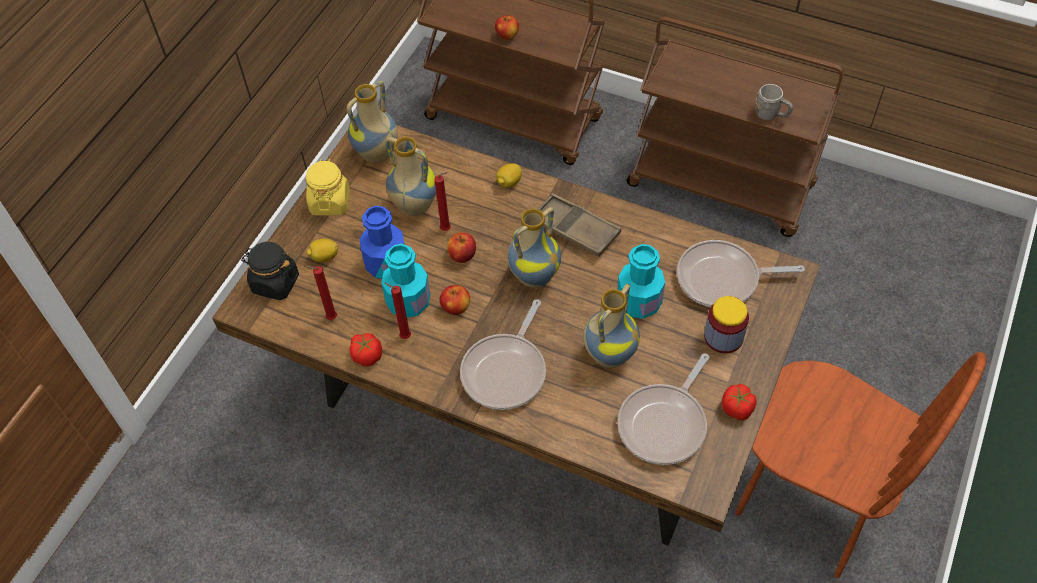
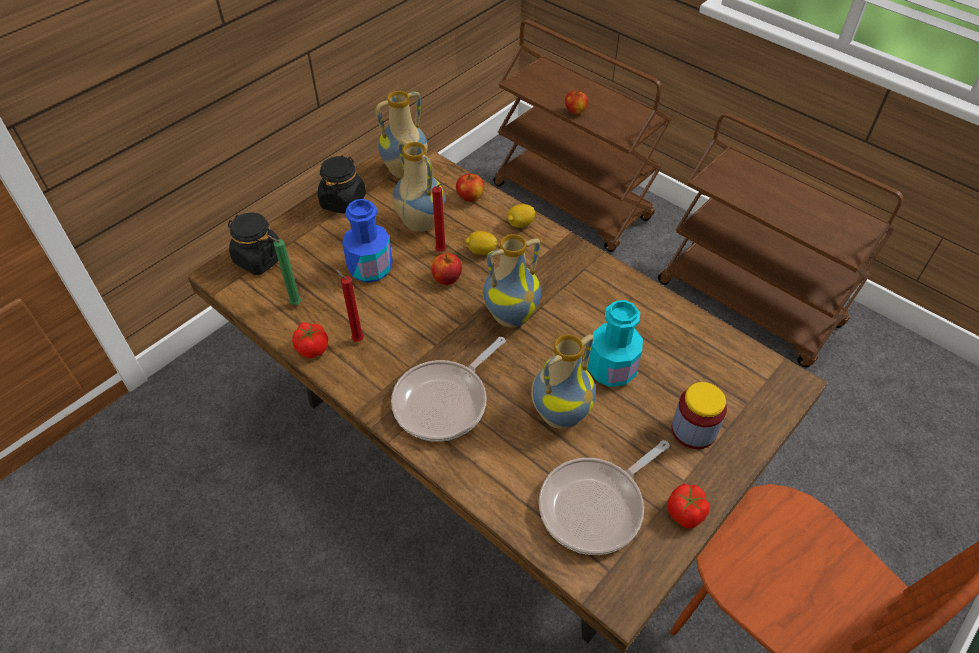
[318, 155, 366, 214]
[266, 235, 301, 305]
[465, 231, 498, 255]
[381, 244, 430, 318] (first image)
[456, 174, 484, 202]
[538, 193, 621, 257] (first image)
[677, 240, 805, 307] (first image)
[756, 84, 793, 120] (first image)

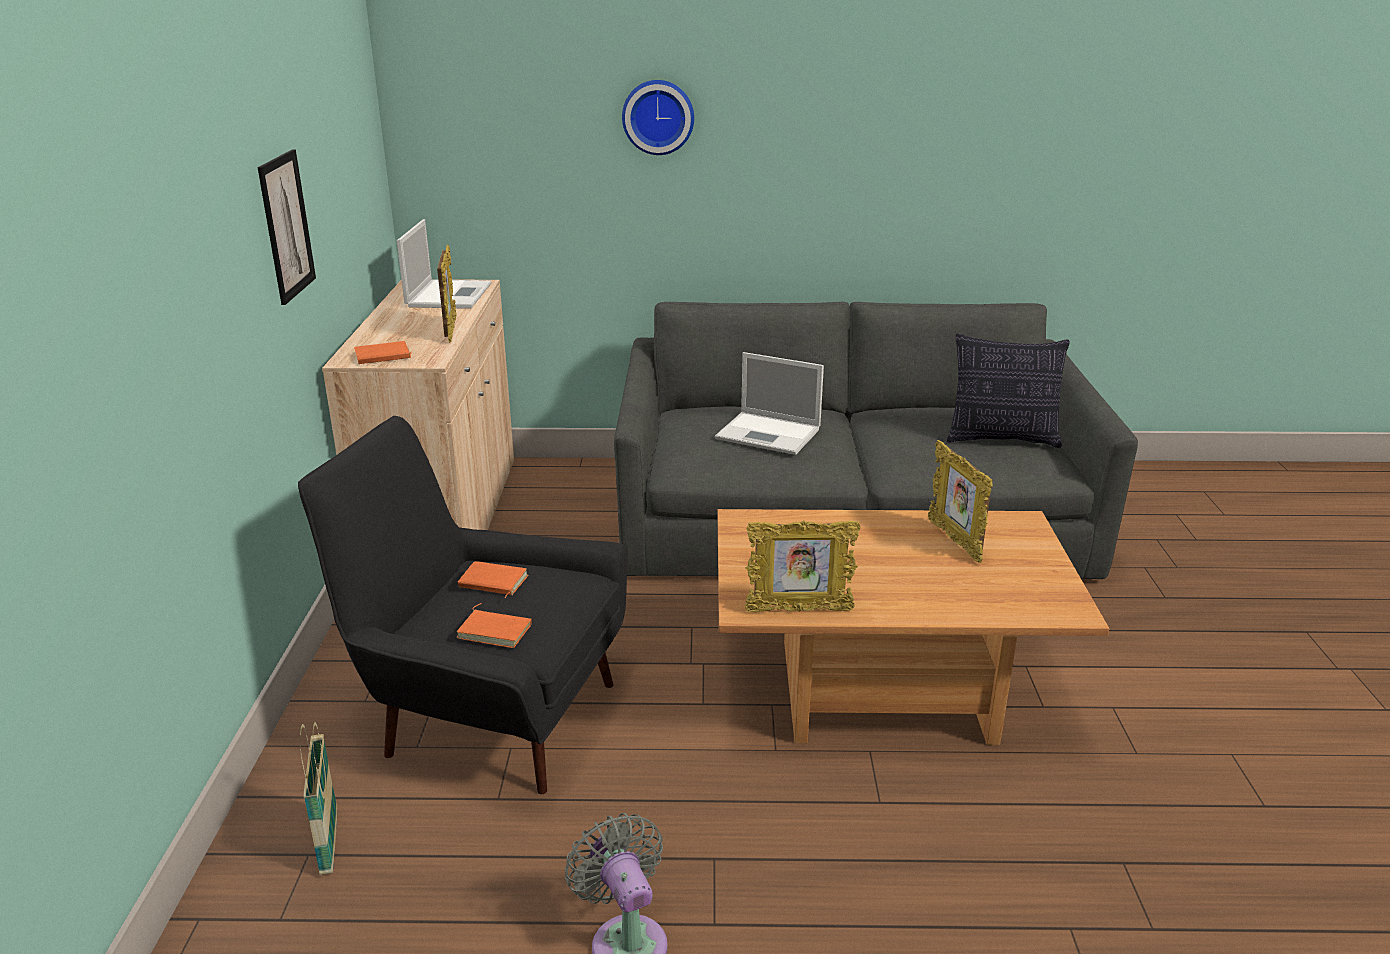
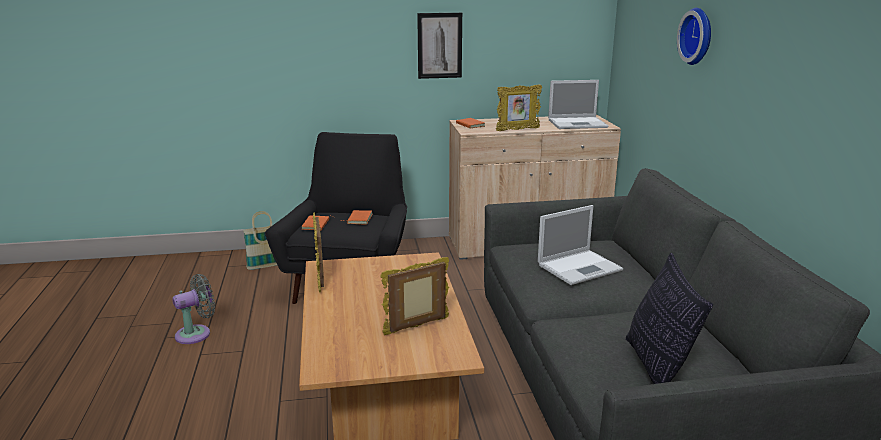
[538, 205, 623, 285]

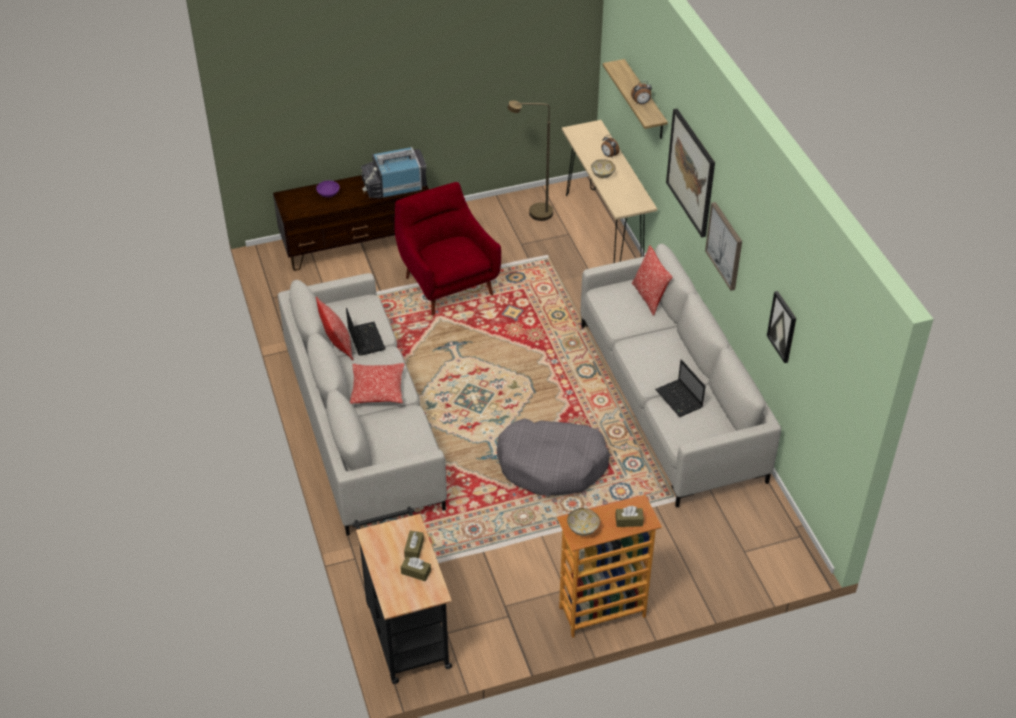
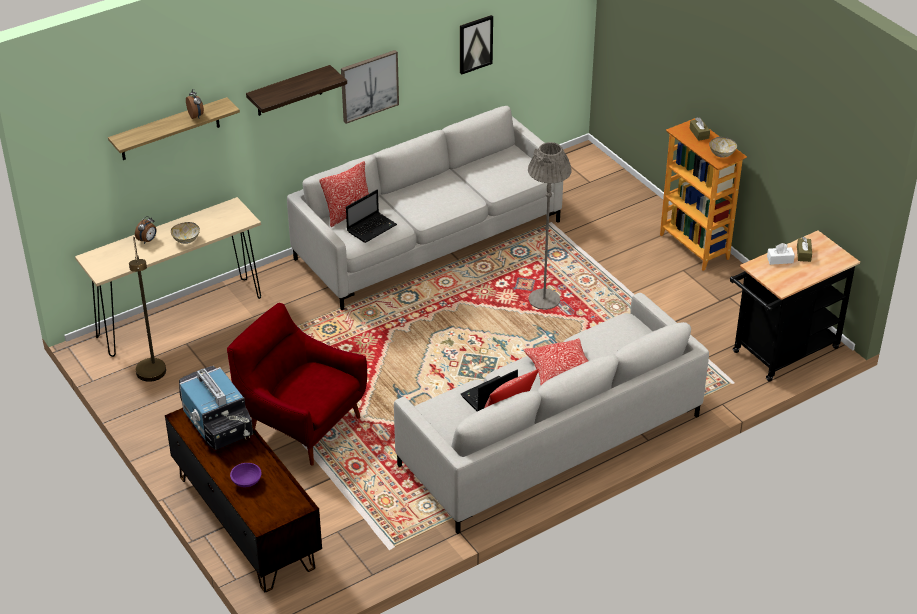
[227, 303, 367, 466]
[767, 243, 795, 265]
[528, 142, 572, 310]
[346, 190, 397, 243]
[246, 65, 347, 116]

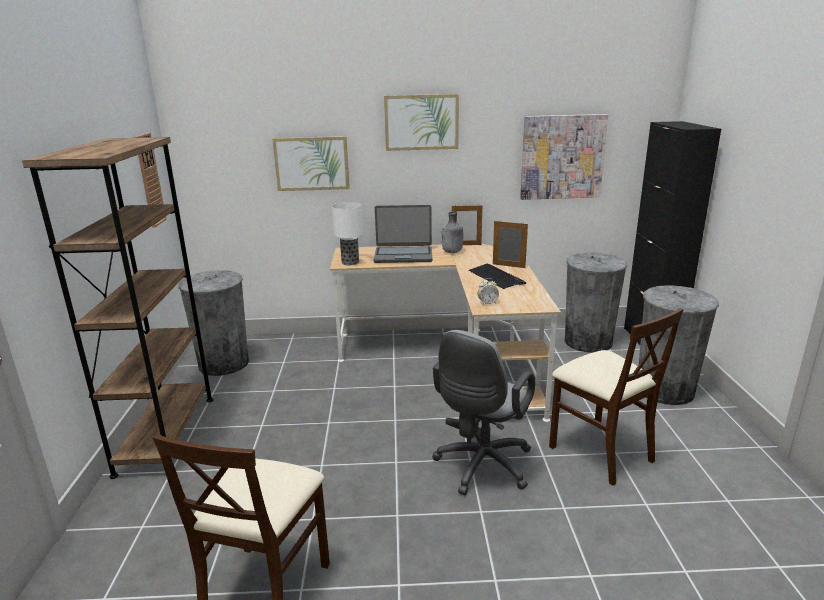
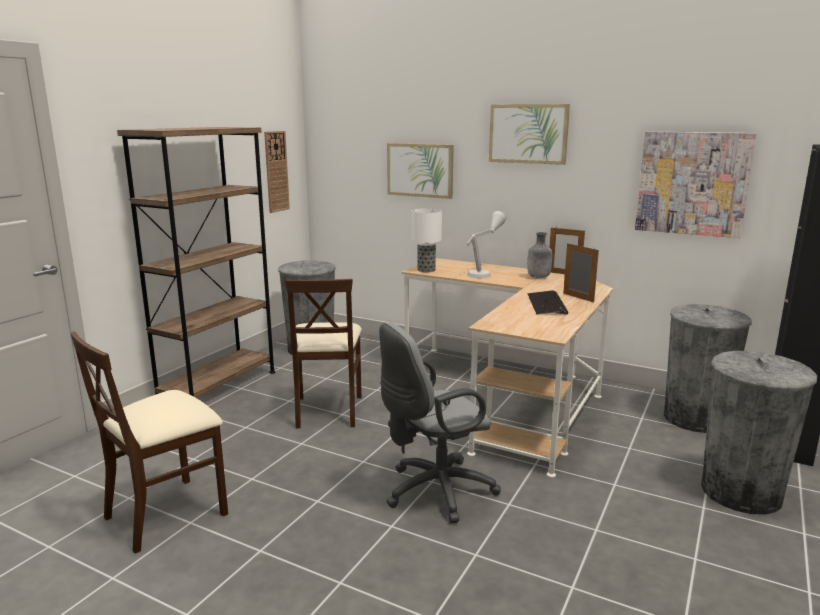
[467, 211, 506, 278]
[478, 278, 499, 304] (first image)
[285, 279, 362, 429]

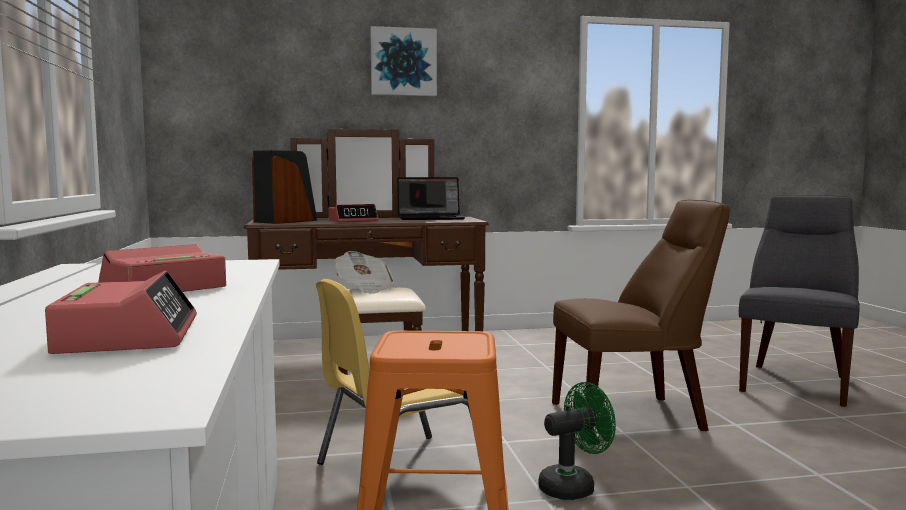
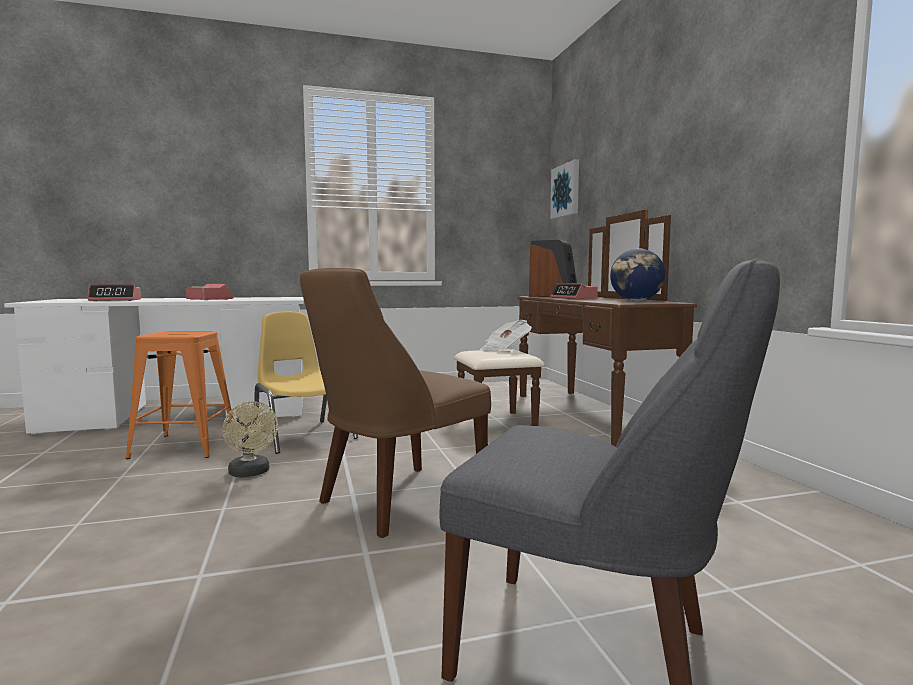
[550, 159, 579, 219]
[610, 249, 665, 301]
[222, 401, 278, 477]
[300, 268, 491, 538]

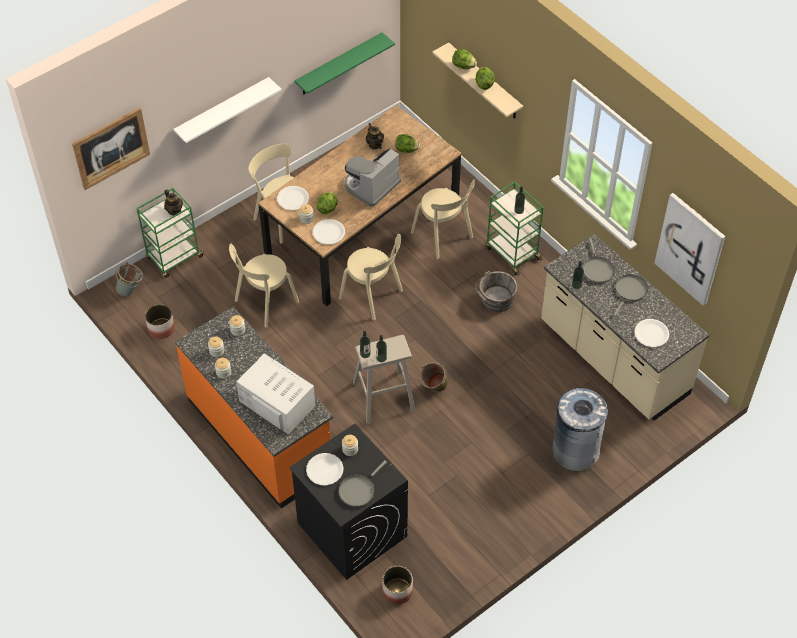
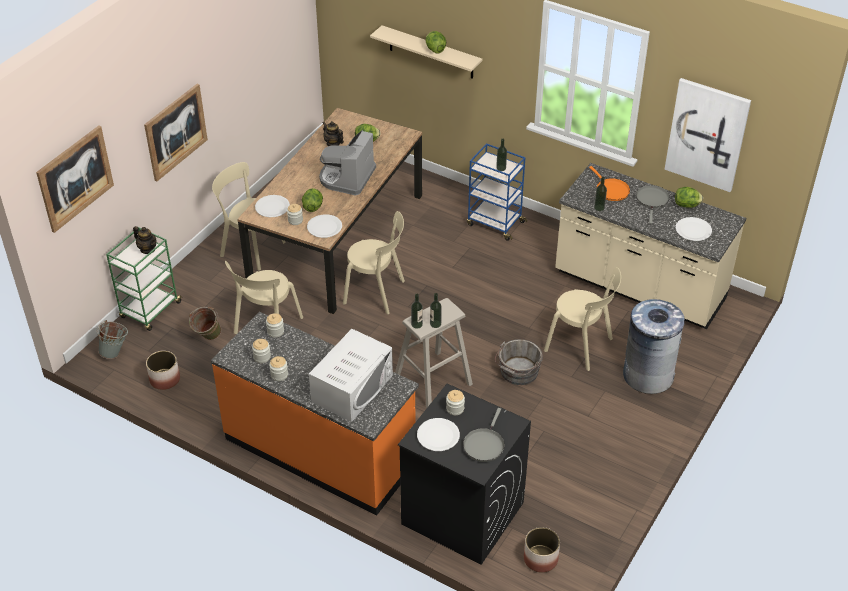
[144, 84, 208, 182]
[309, 329, 393, 422]
[295, 32, 395, 94] (first image)
[544, 267, 621, 371]
[189, 307, 221, 340]
[675, 187, 703, 208]
[495, 339, 543, 385]
[467, 143, 527, 241]
[589, 166, 630, 201]

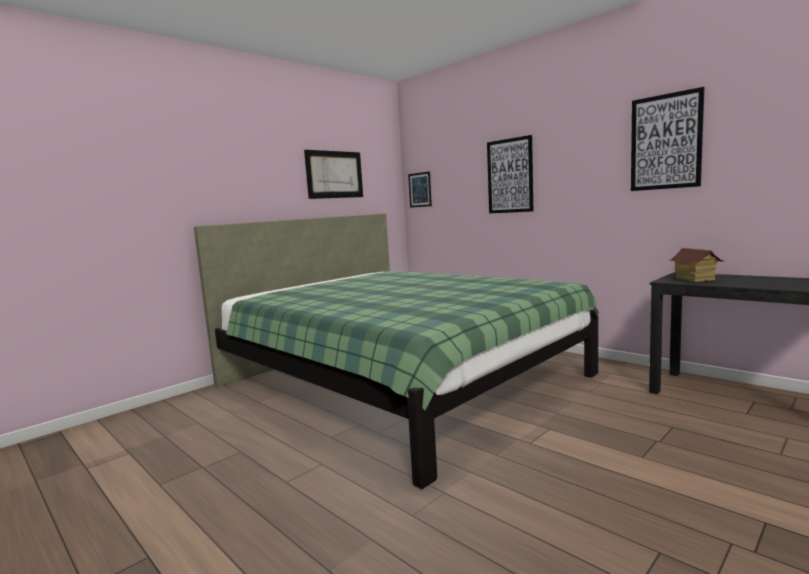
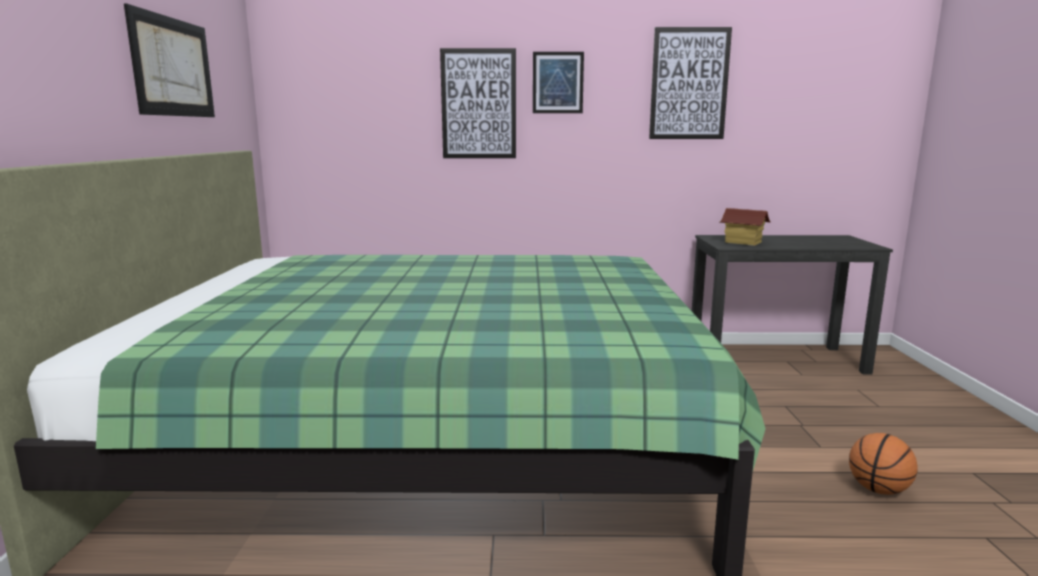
[533, 52, 584, 113]
[849, 433, 918, 495]

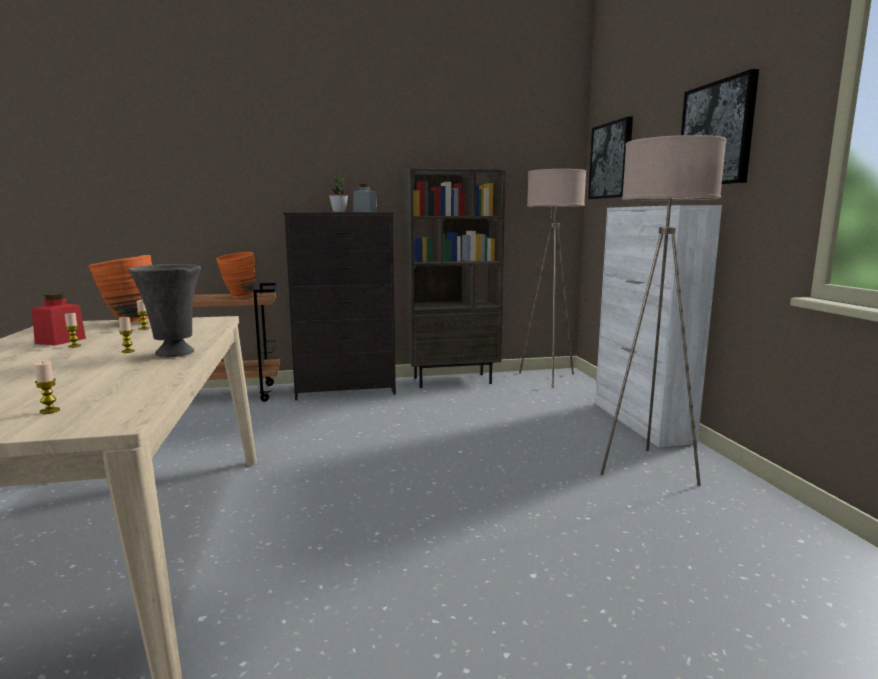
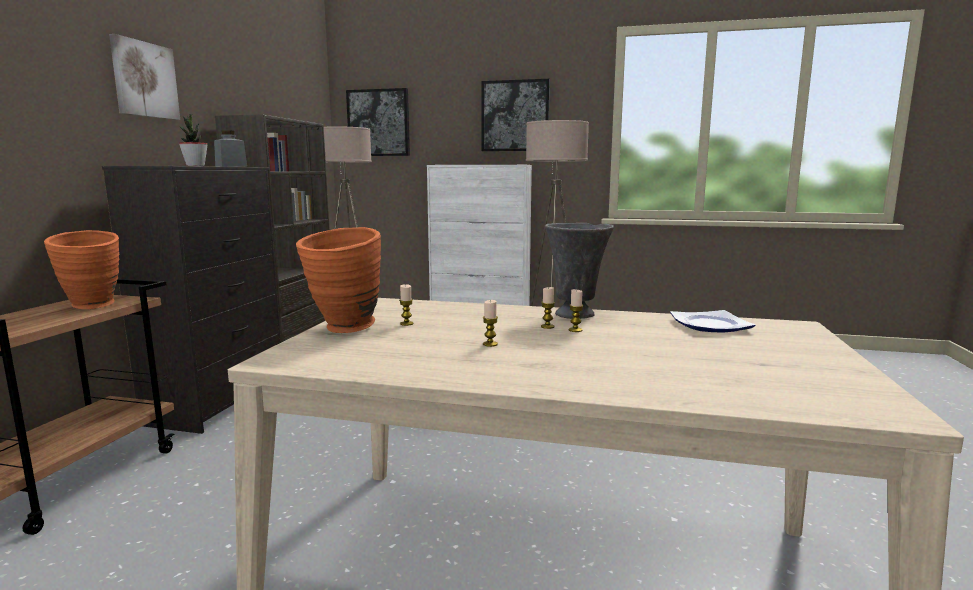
[32, 293, 86, 346] (first image)
[569, 289, 583, 332]
[109, 34, 180, 120]
[670, 310, 756, 333]

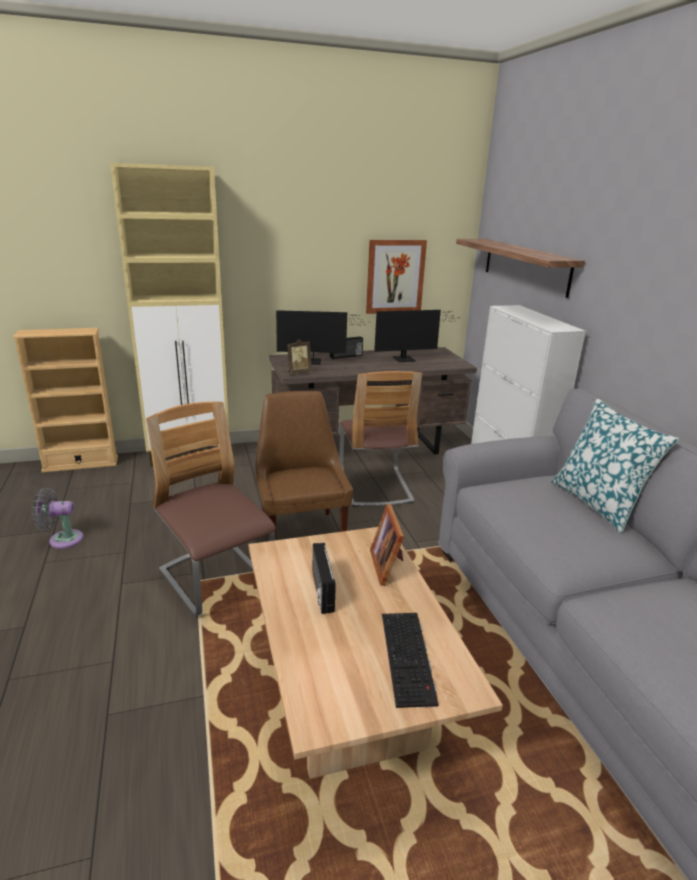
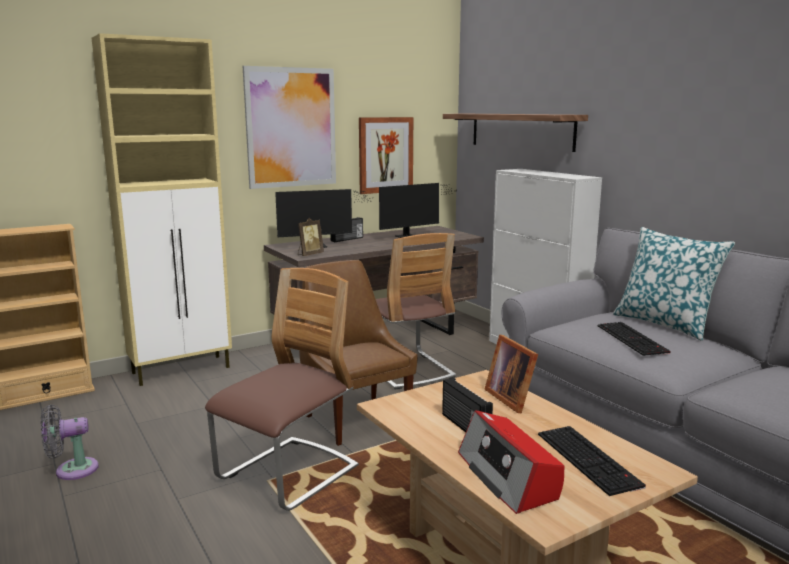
[205, 268, 359, 511]
[243, 66, 336, 189]
[458, 410, 564, 514]
[598, 322, 671, 356]

